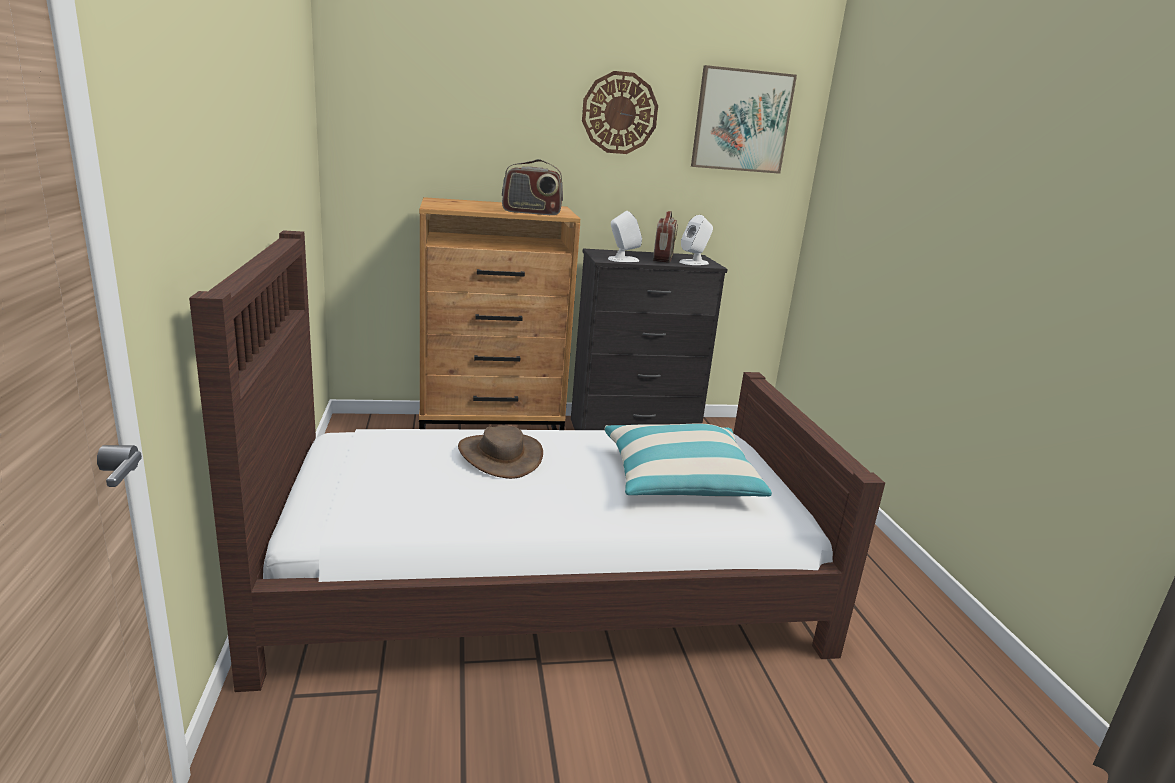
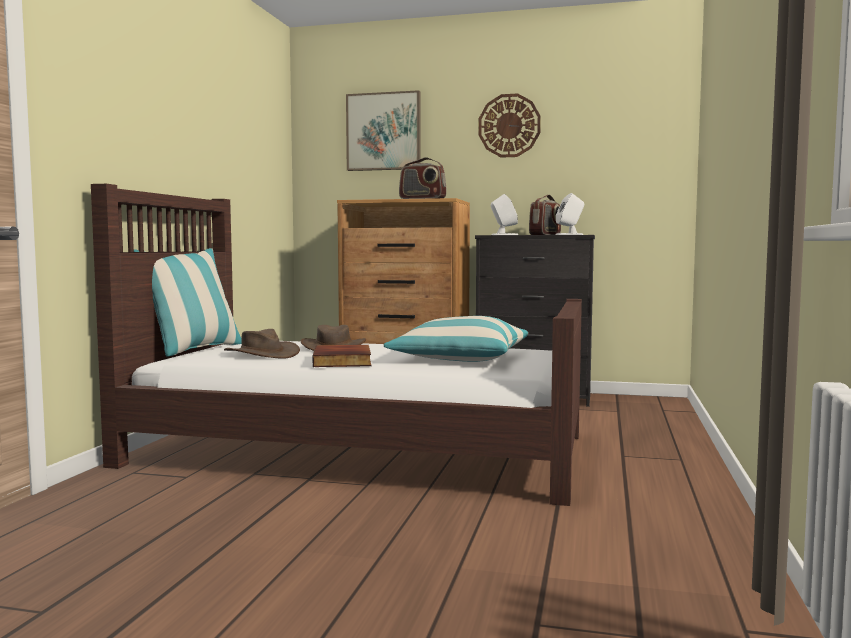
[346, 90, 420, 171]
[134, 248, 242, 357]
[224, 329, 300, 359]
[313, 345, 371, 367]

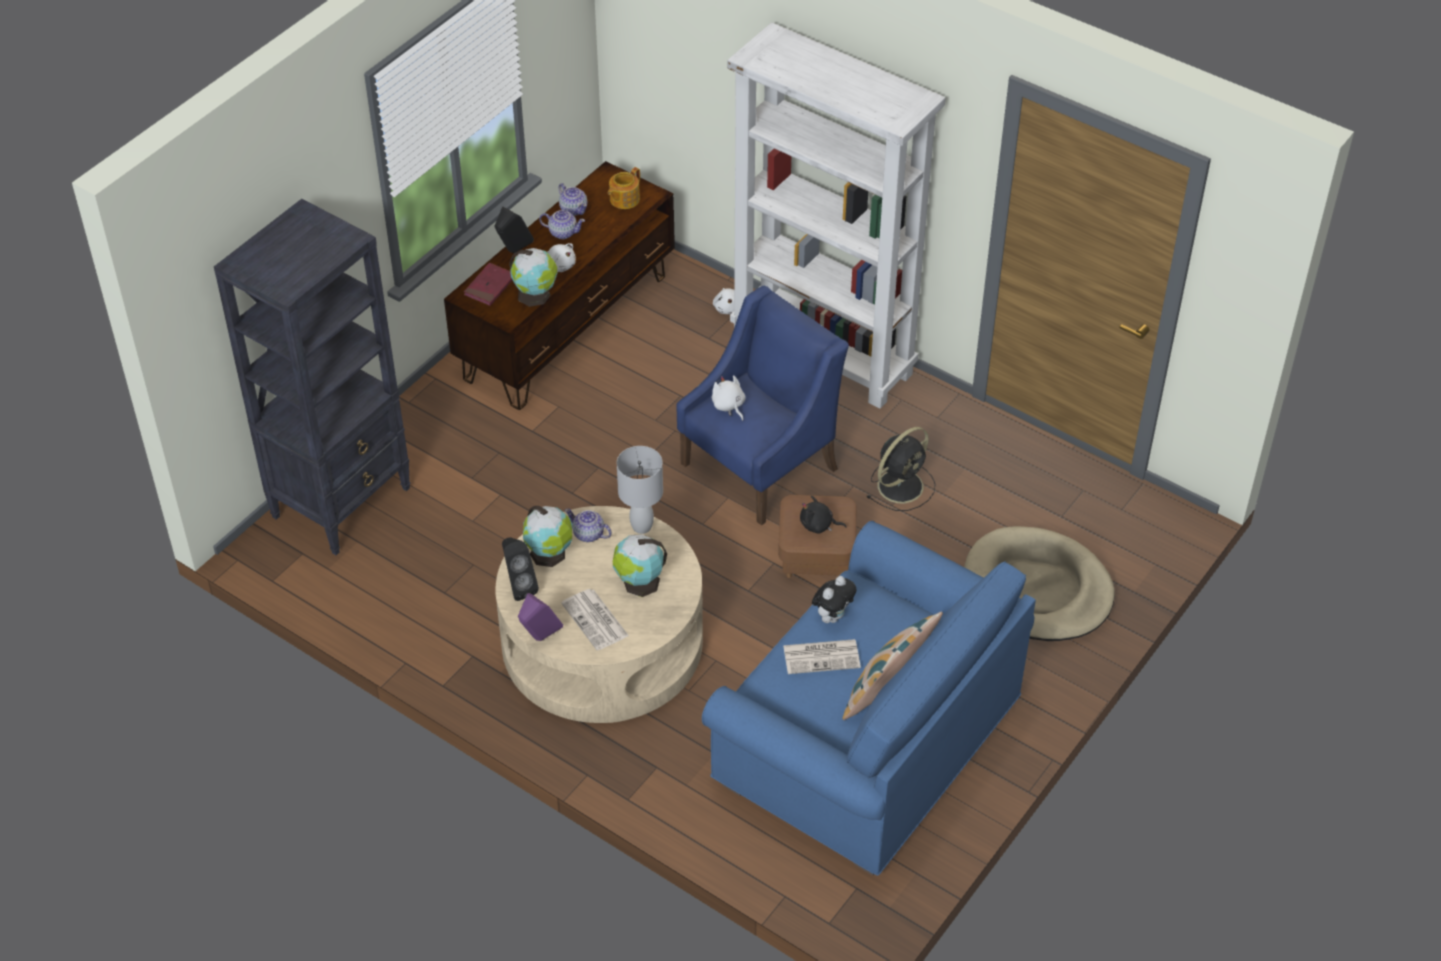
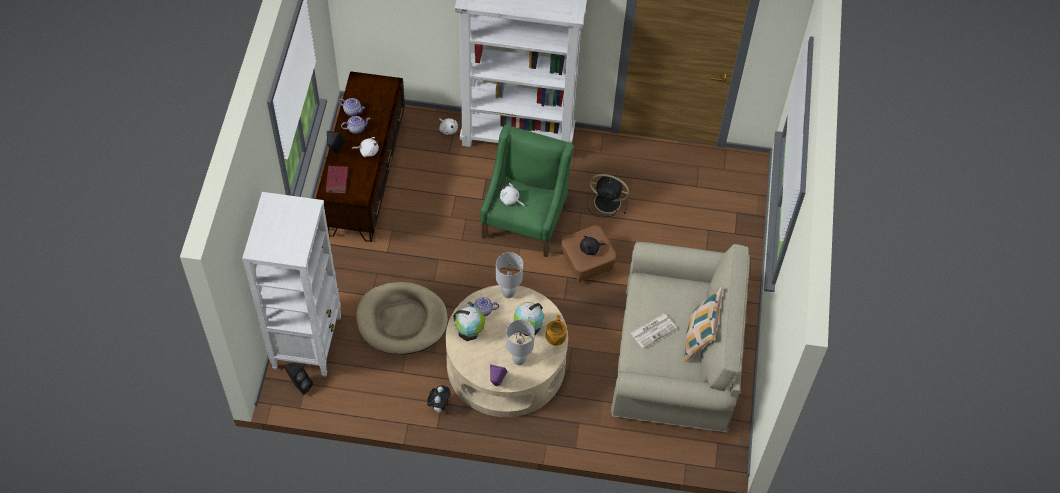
[242, 192, 341, 377]
[285, 364, 313, 395]
[509, 248, 558, 307] (first image)
[506, 320, 535, 365]
[546, 315, 567, 346]
[480, 125, 573, 257]
[611, 242, 750, 432]
[427, 385, 450, 413]
[587, 174, 629, 217]
[356, 282, 448, 354]

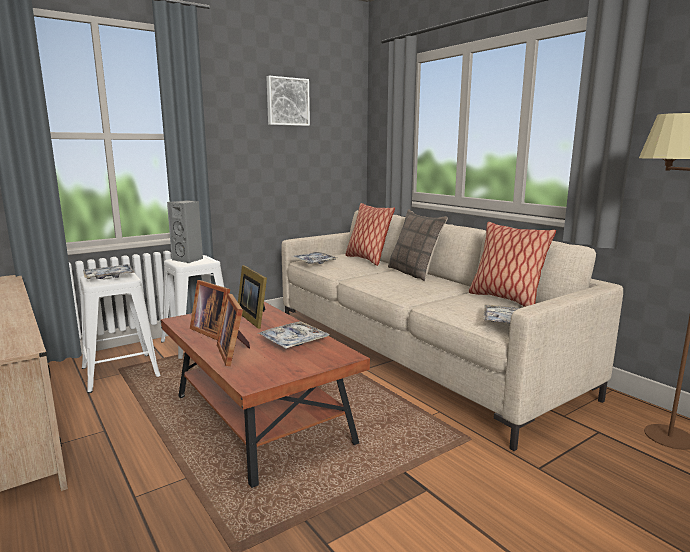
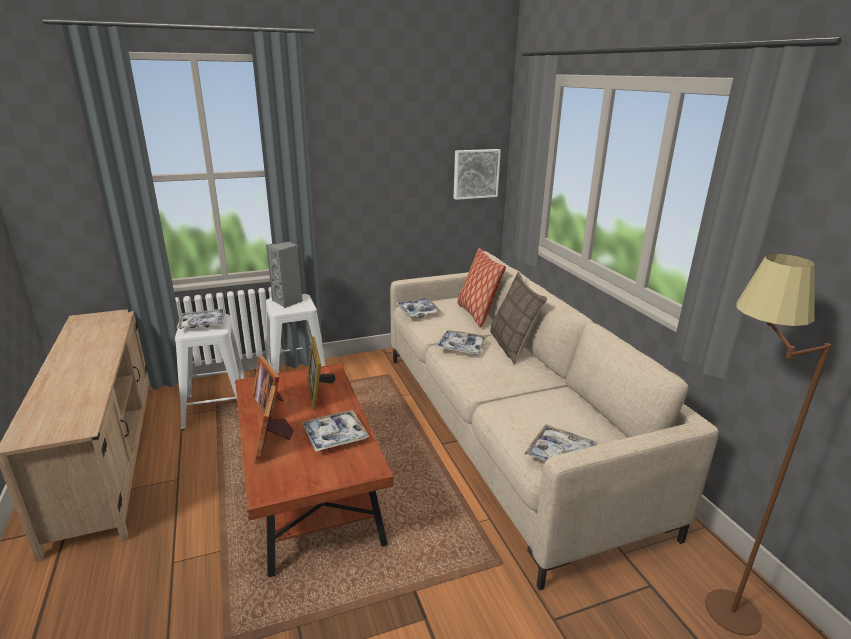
[454, 149, 501, 200]
[469, 222, 556, 307] (first image)
[436, 330, 488, 354]

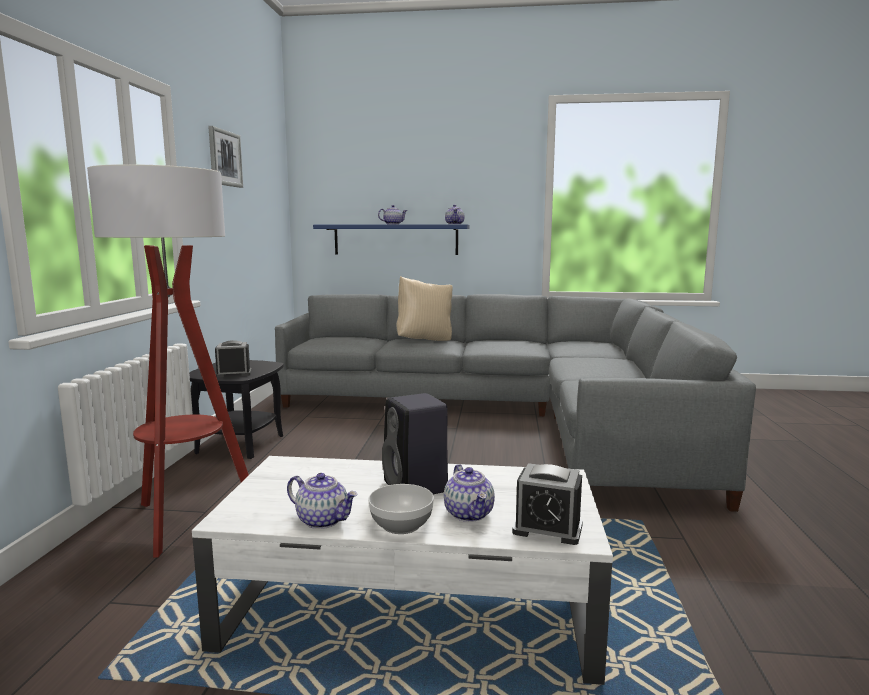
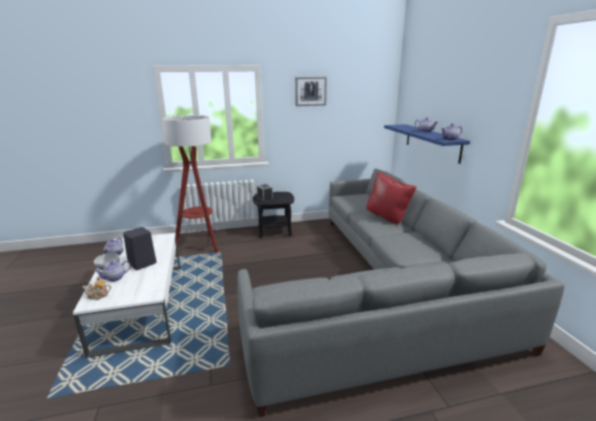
[366, 172, 417, 225]
[82, 276, 111, 300]

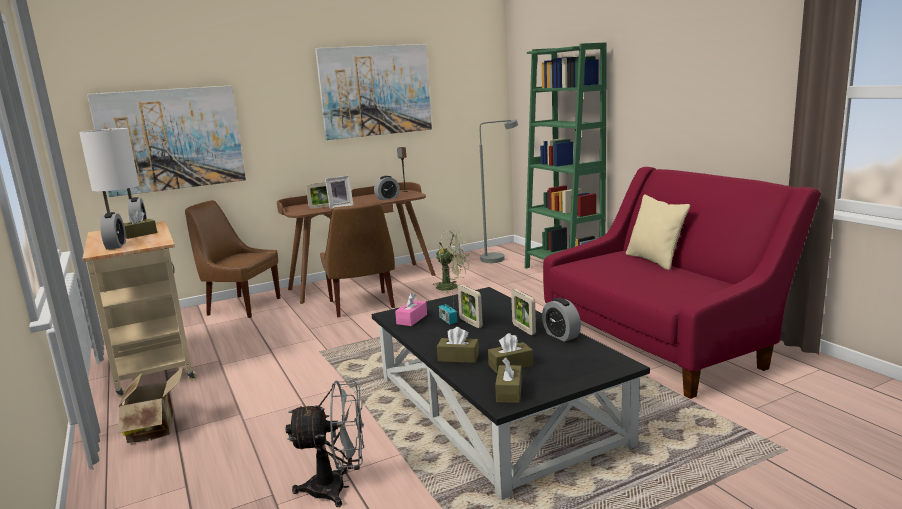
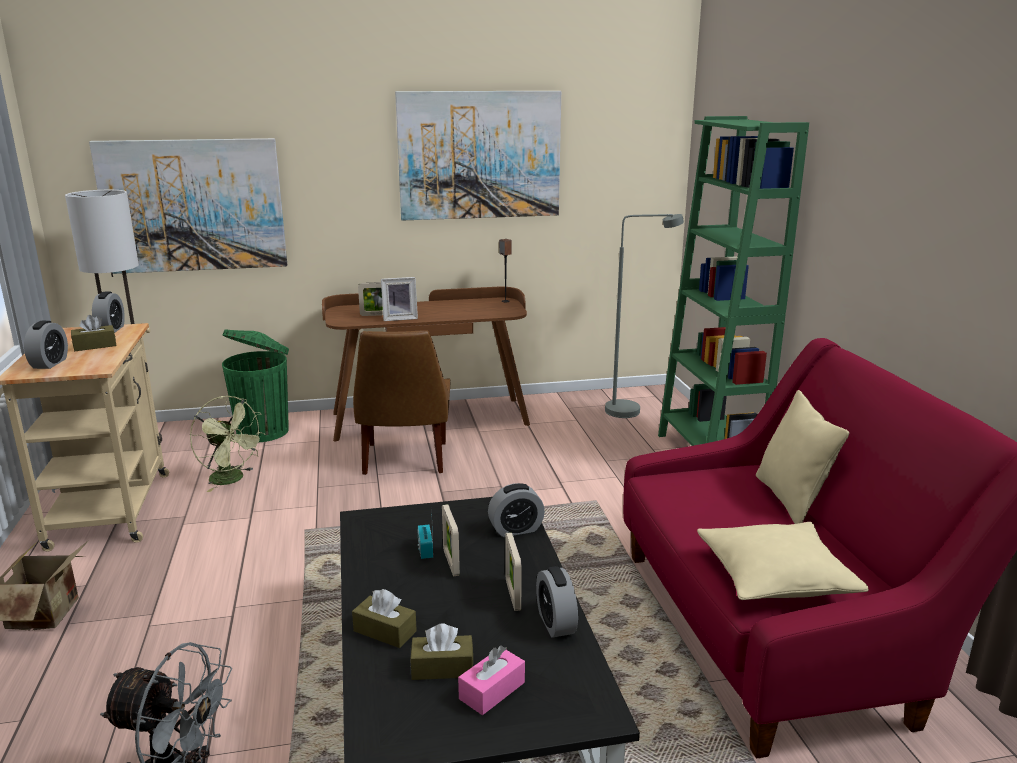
[222, 329, 289, 442]
[488, 483, 545, 537]
[458, 645, 525, 715]
[190, 396, 266, 492]
[495, 358, 522, 403] (first image)
[697, 522, 869, 600]

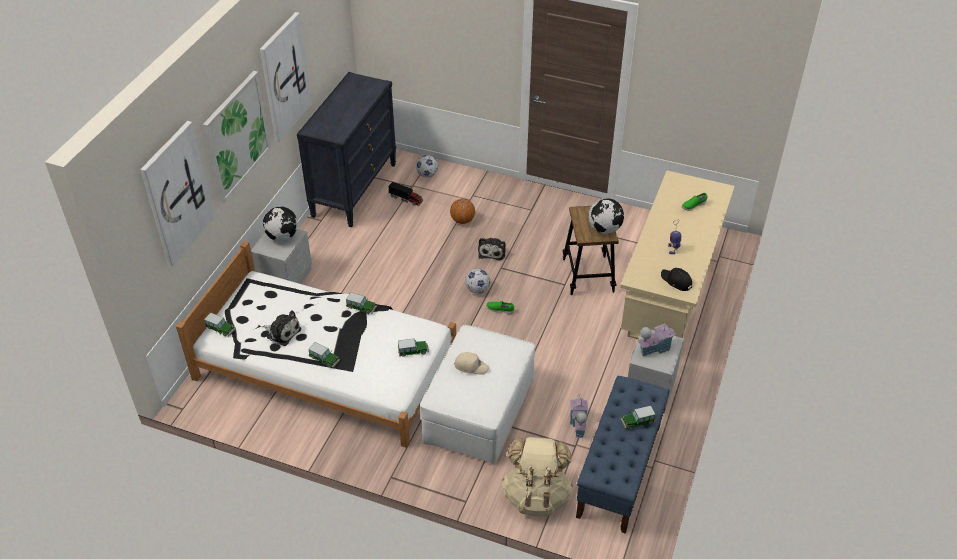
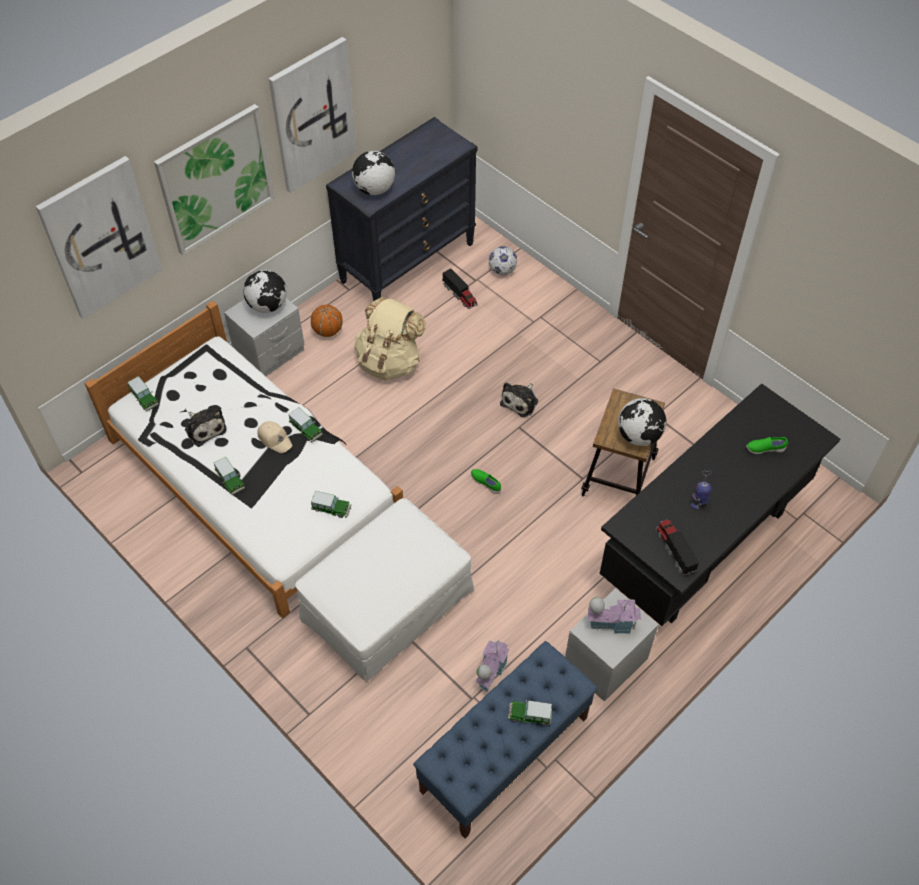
[311, 305, 343, 337]
[257, 421, 292, 453]
[465, 269, 490, 294] (first image)
[354, 297, 426, 380]
[599, 383, 840, 626]
[656, 519, 699, 575]
[352, 151, 395, 195]

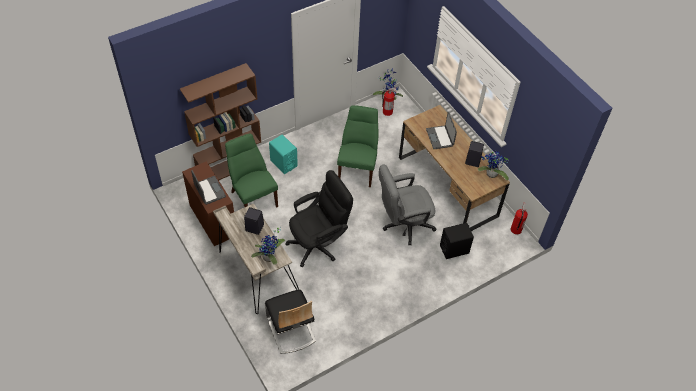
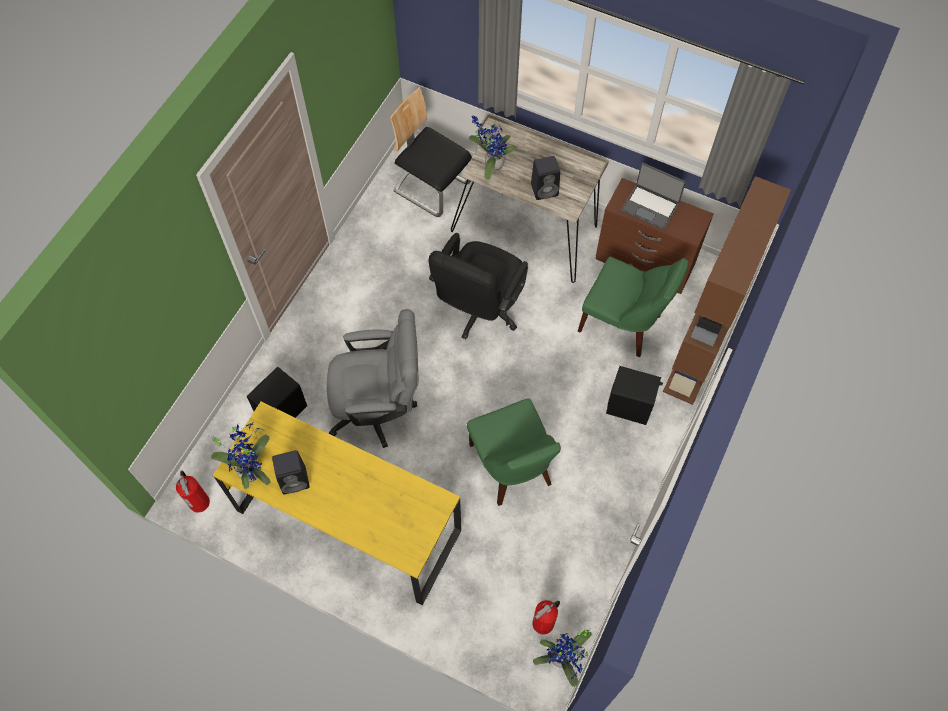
[606, 366, 663, 425]
[327, 309, 419, 448]
[213, 402, 461, 605]
[426, 112, 457, 149] (first image)

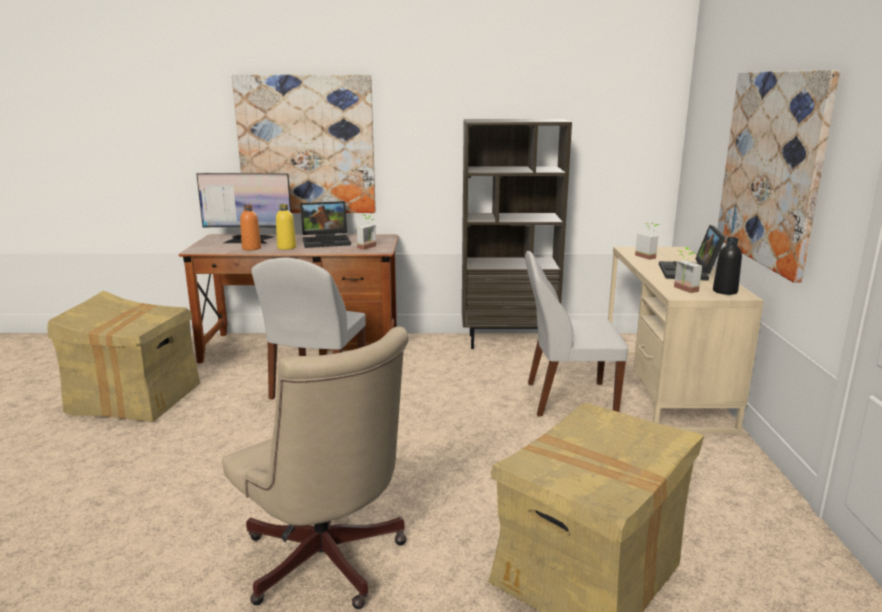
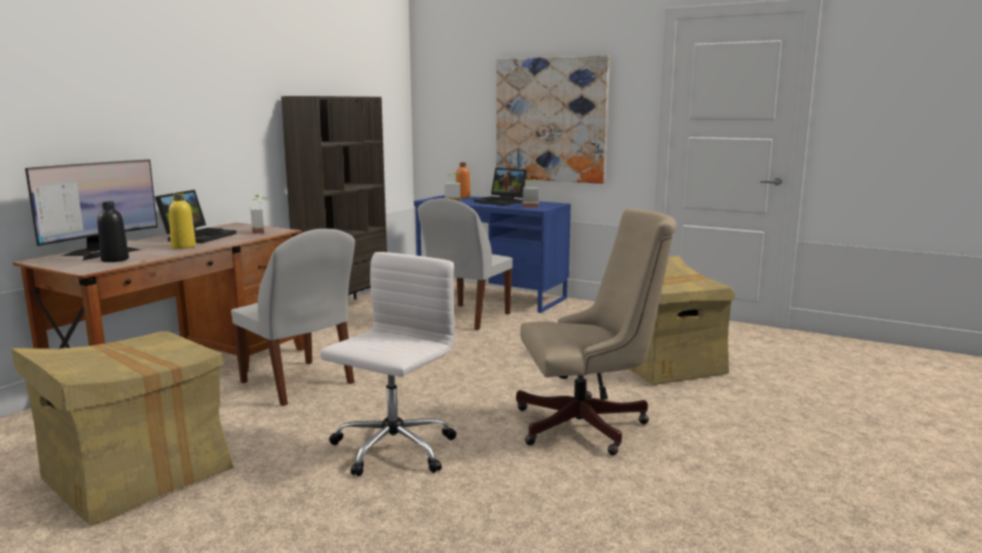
[232, 75, 376, 213] (first image)
[456, 162, 471, 198]
[414, 195, 571, 313]
[97, 201, 129, 262]
[320, 252, 456, 476]

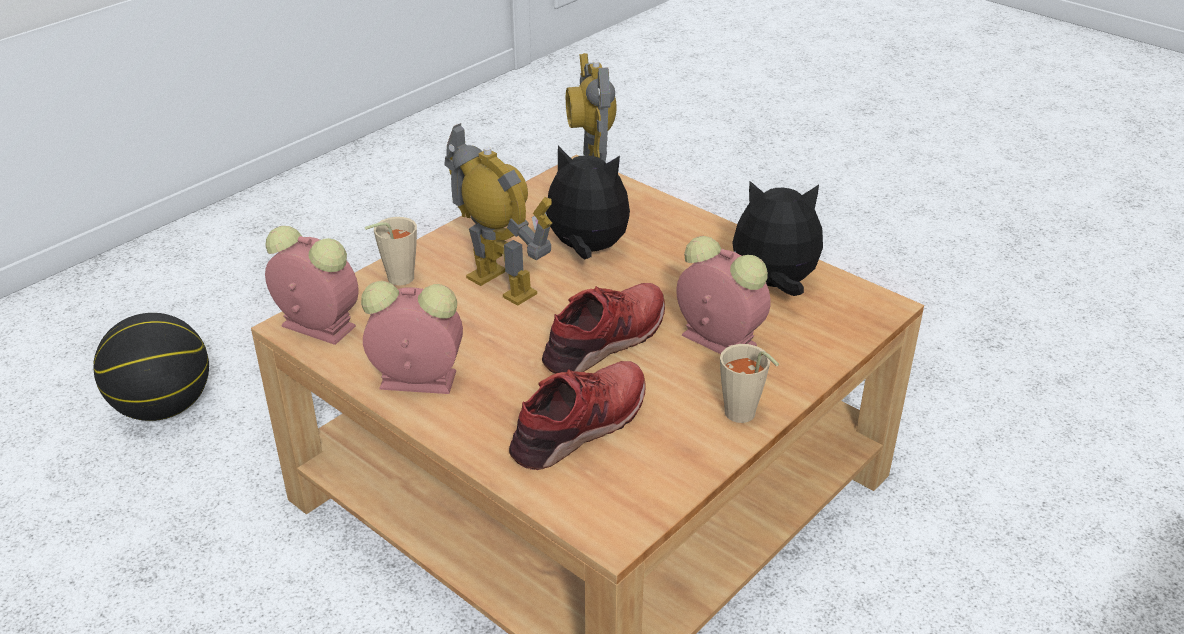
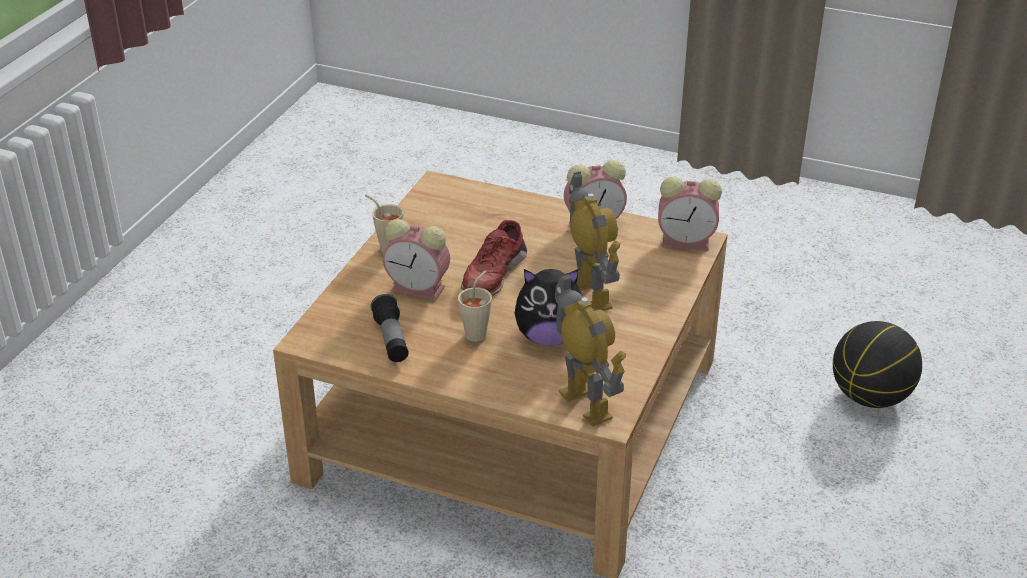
[458, 270, 492, 342]
[569, 171, 620, 311]
[509, 361, 646, 470] (first image)
[371, 294, 409, 362]

